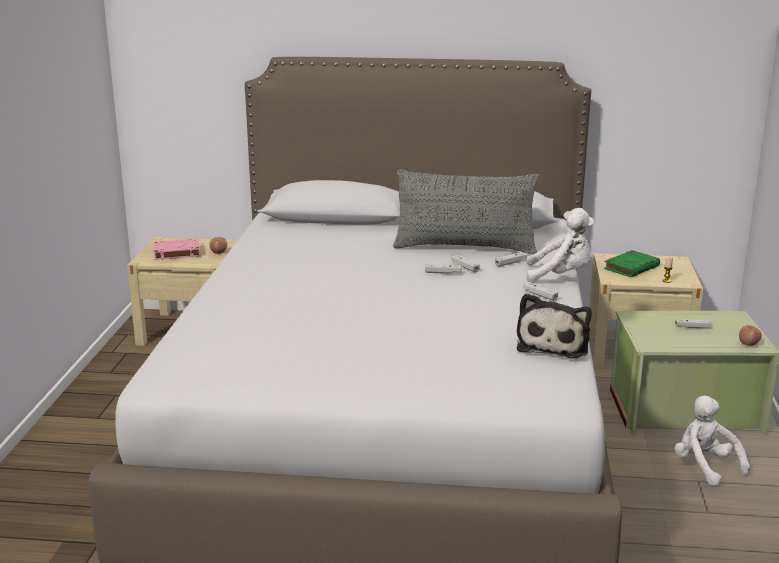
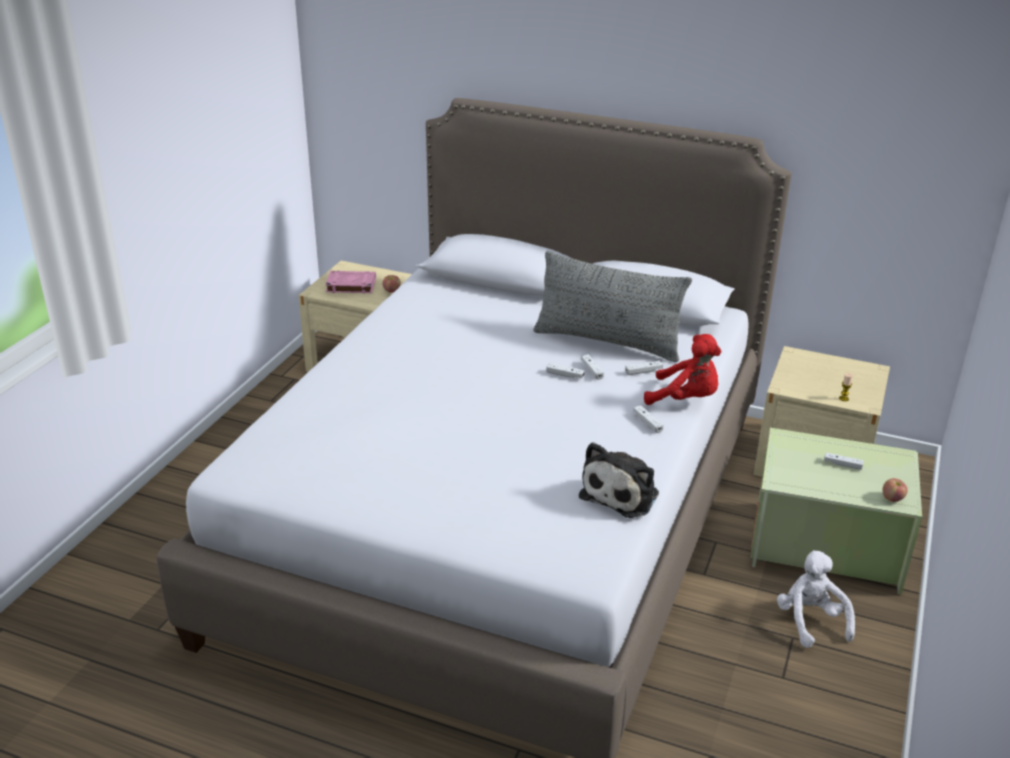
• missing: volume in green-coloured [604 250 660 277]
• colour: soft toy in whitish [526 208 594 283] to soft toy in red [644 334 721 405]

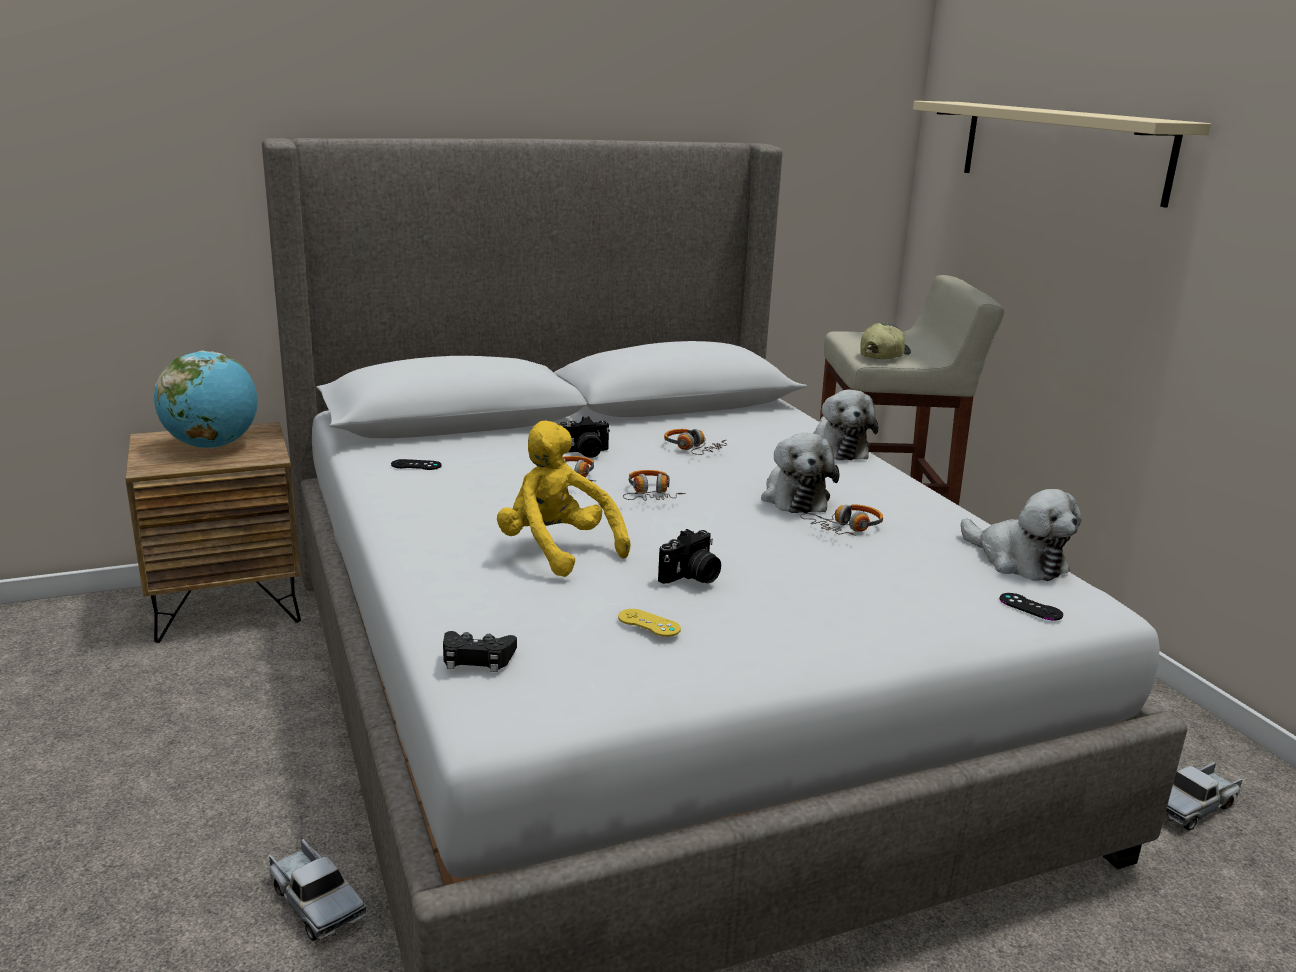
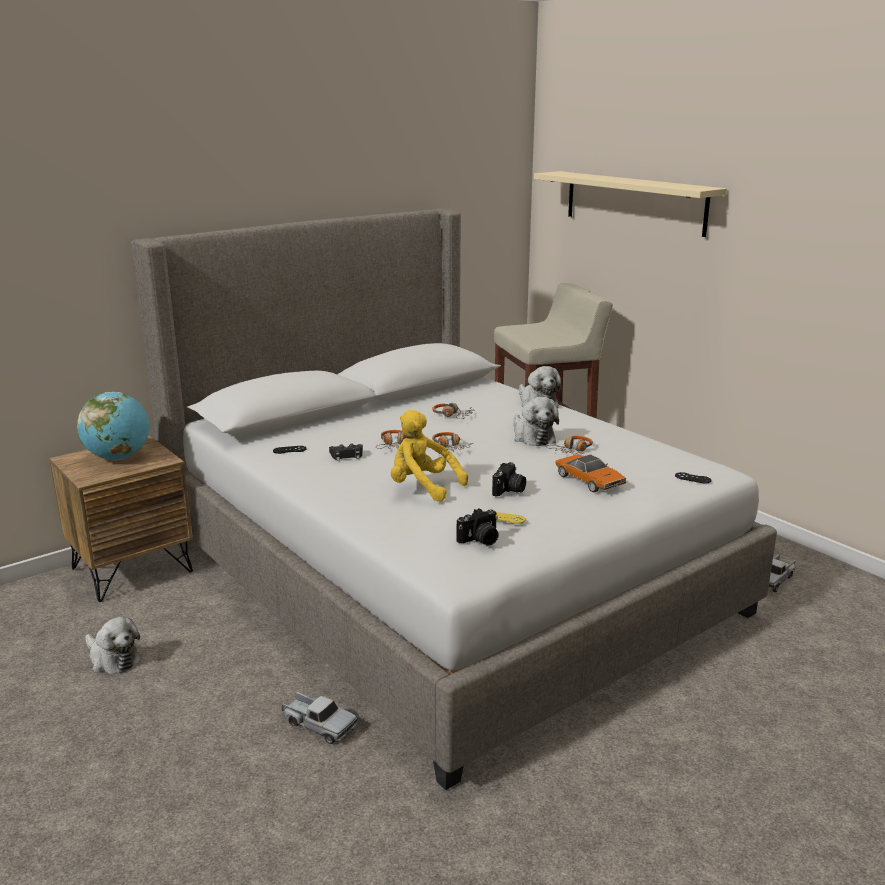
• missing: peaked cap [860 323 911 360]
• appeared: miniature car [555 454 626 492]
• relocated: joypad in black-coloured [443 631 517 672] to [329 443 363 461]
• relocated: photo camera [559 416 610 458] to [456 508 499 546]
• relocated: soft toy [961 489 1082 581] to [85 617 141 674]

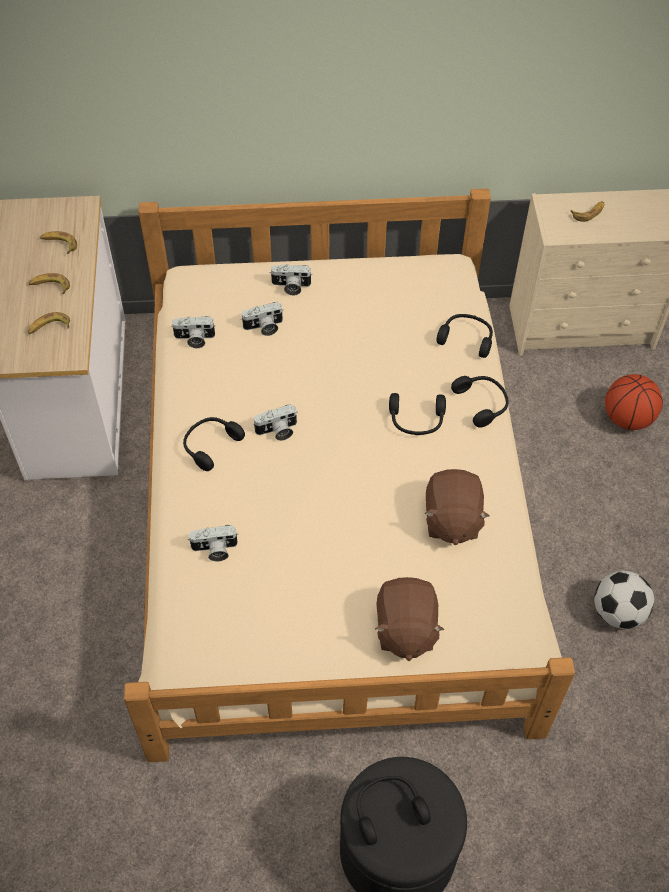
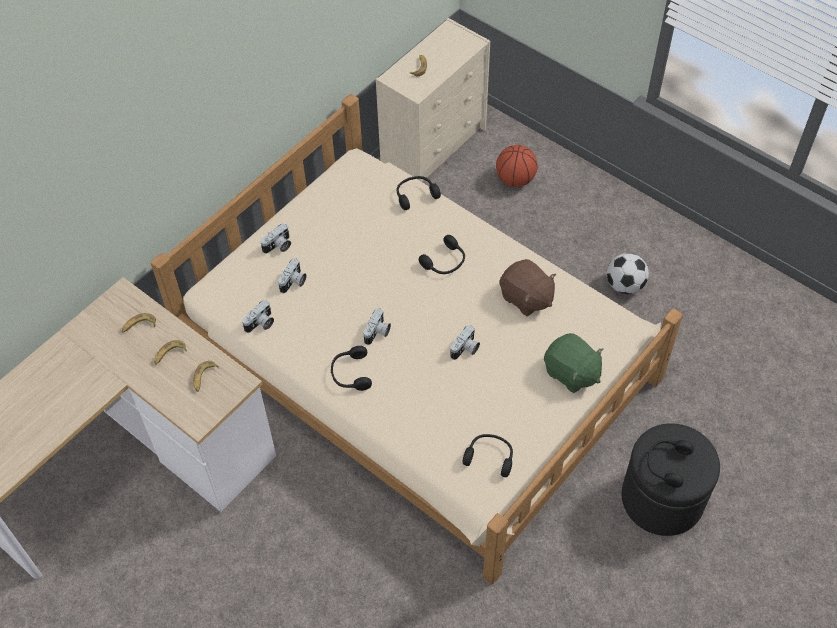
• relocated: photo camera [189 525 238 562] to [451 325 480 360]
• relocated: headphones in black-coloured [451 376 509 428] to [462 434 513 477]
• colour: soft toy in brown [375 577 444 661] to soft toy in green-coloured [544 333 604 393]

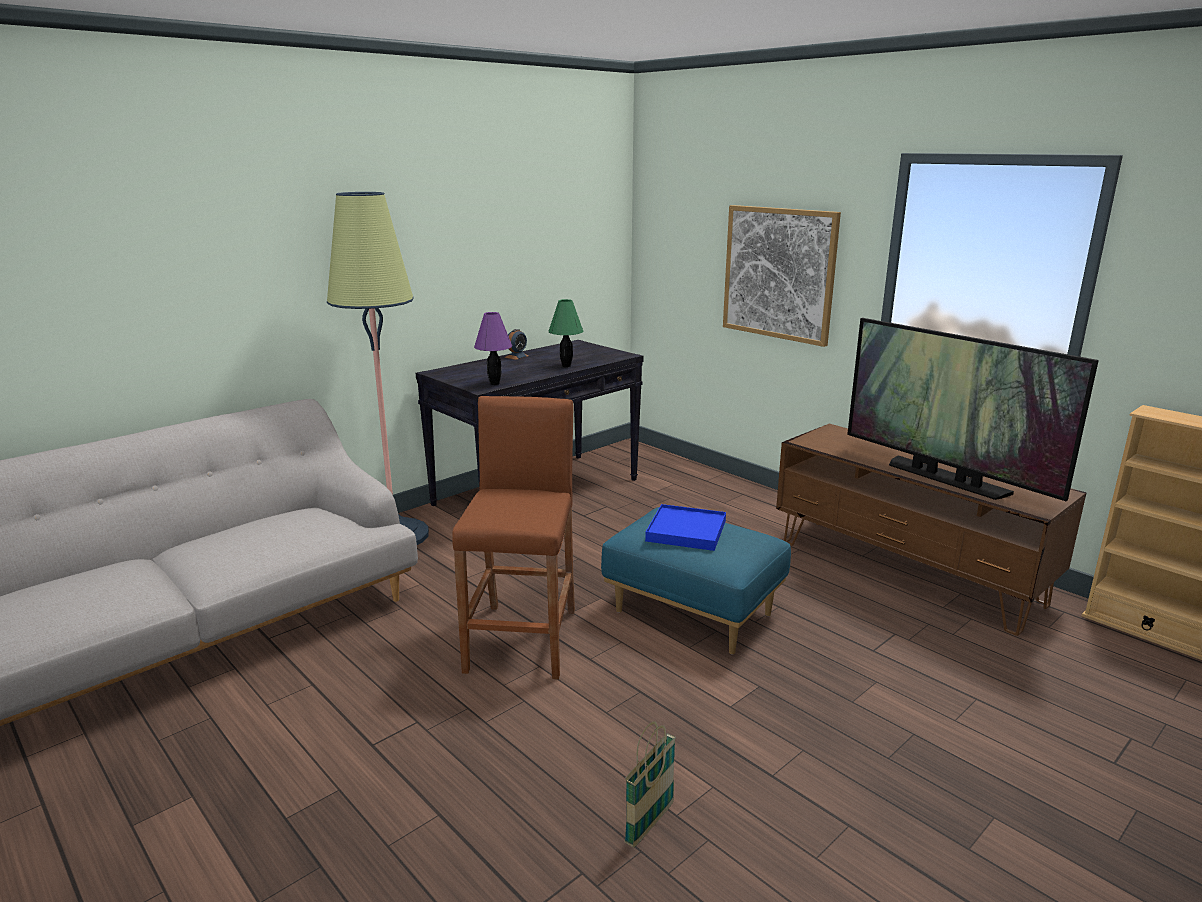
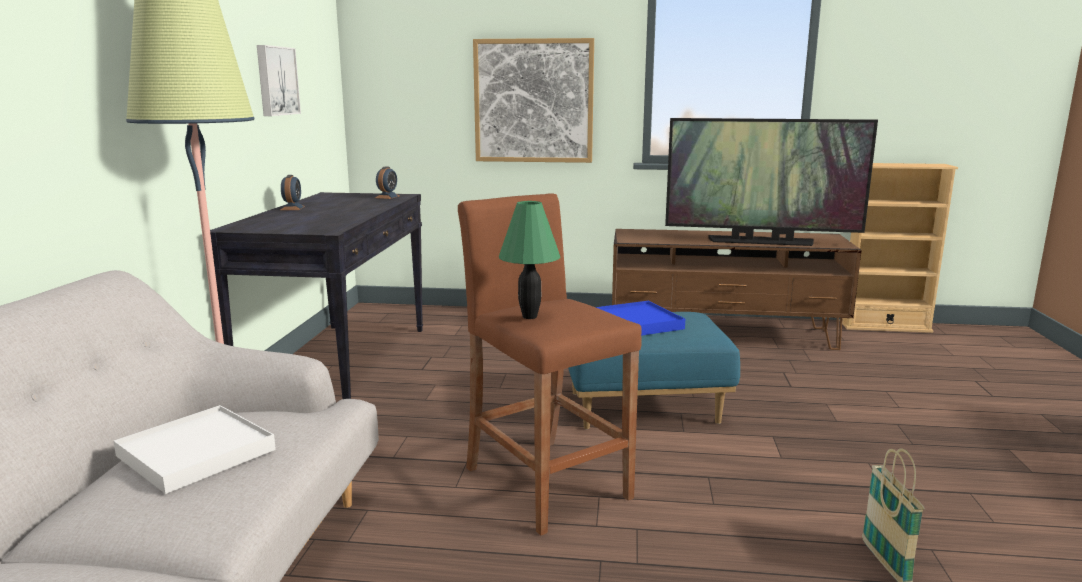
• missing: tabletop lamp in purple-coloured [474 312 512 385]
• appeared: carrying tray in whitish [113 405 276 494]
• appeared: picture [257 45 301 116]
• appeared: table clock [375 166 400 199]
• relocated: tabletop lamp in green-coloured [548 299 584 367] to [499 201 560 319]

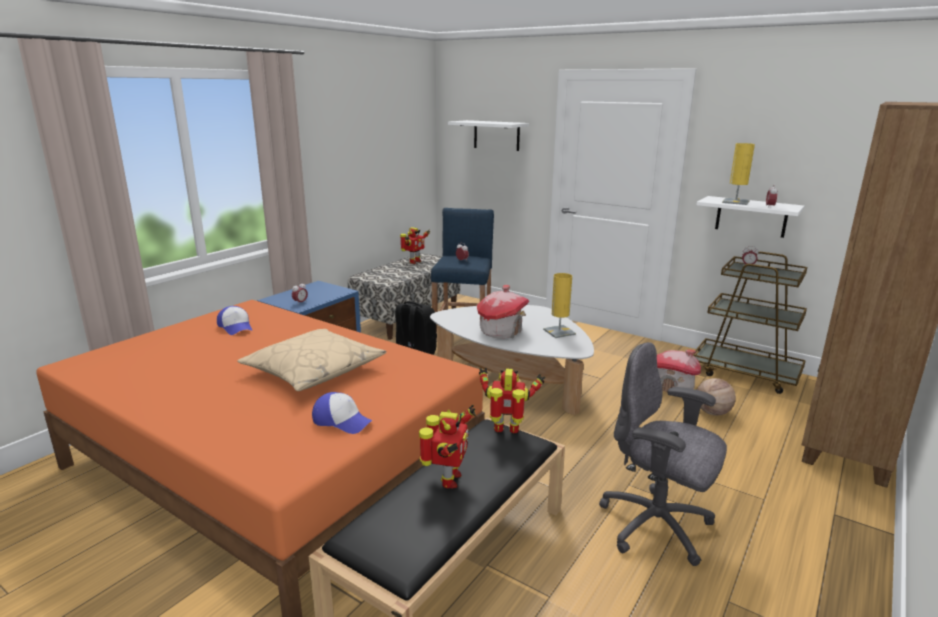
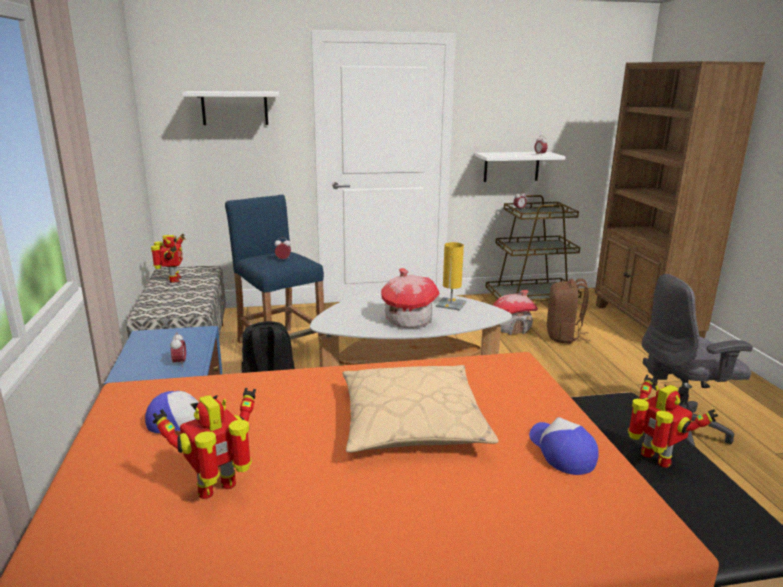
• missing: tabletop lamp in yellow-coloured [722 143 755 205]
• relocated: model robot [479 368 546 433] to [152 388 256 499]
• exchanged: ball for basketball [697 378 736 416] to backpack in brown [547 278 591 344]
• spun: peaked cap [312 392 373 434] = [529 417 599 475] 90 degrees counterclockwise

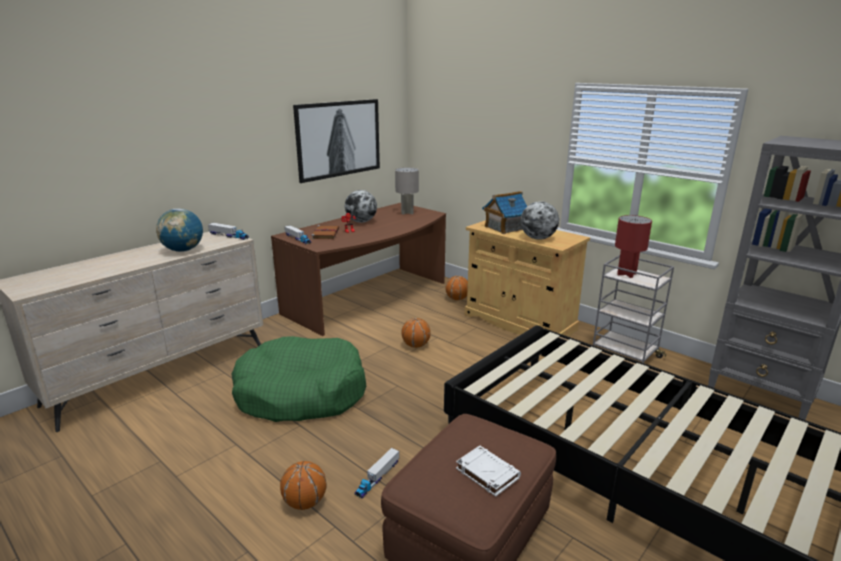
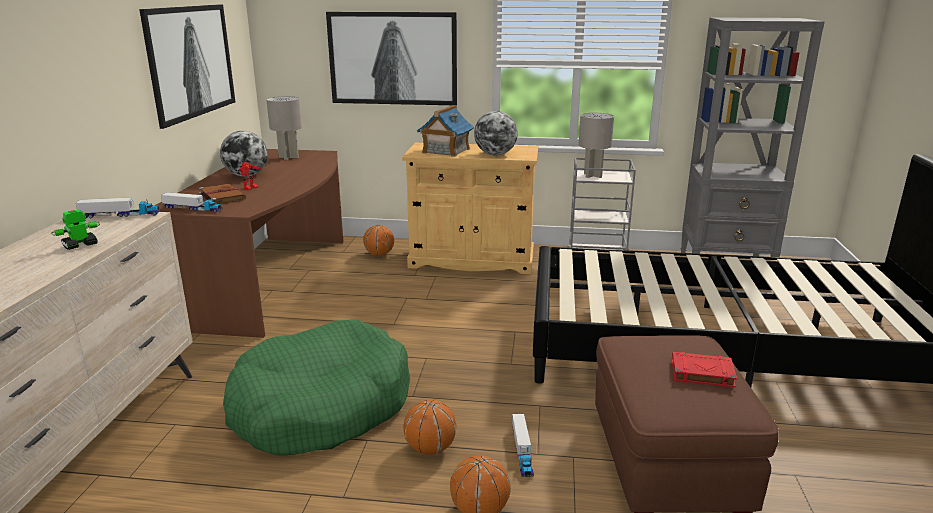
• appeared: picture [326 12 457 105]
• relocated: ball for basketball [402 318 431 348] to [403 399 456 455]
• exchanged: desk globe [156 208 203 252] to model robot [51 209 100 250]
• colour: volume in whitish [456 446 521 497] to volume in red [672 352 737 387]
• colour: tabletop lamp in red [615 215 652 278] to tabletop lamp in grey [579 113 614 178]

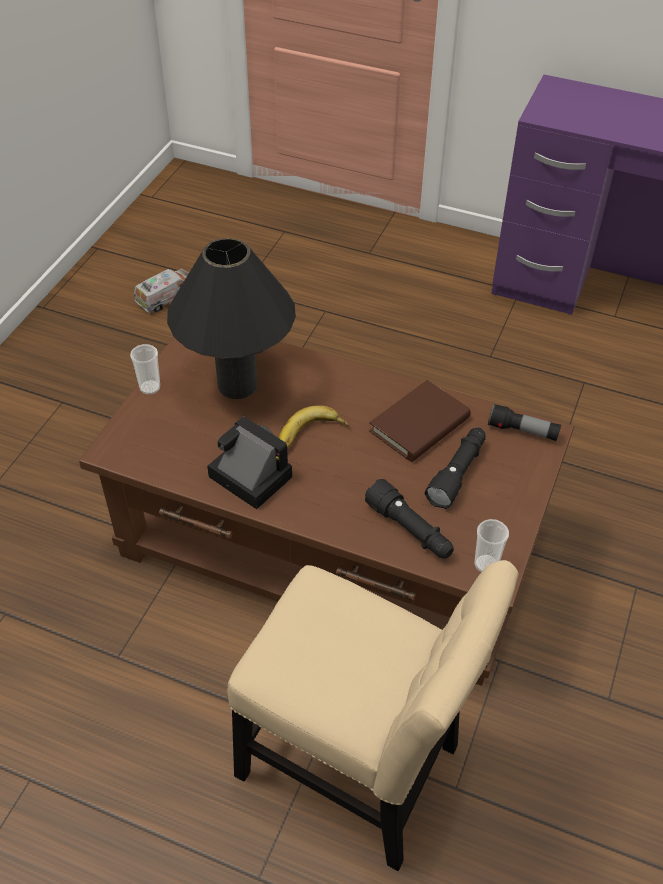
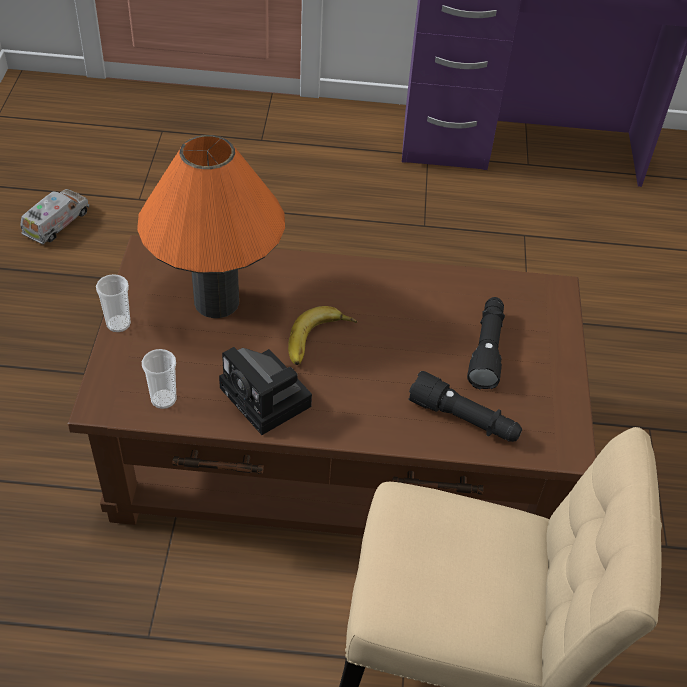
• missing: volume in brown [369 380 471 462]
• missing: flashlight [488 403 561 441]
• relocated: drinking cup [475 519 509 572] to [142 349 177 409]
• colour: tabletop lamp in black-coloured [167 238 296 399] to tabletop lamp in orangey [137 135 285 318]
• spun: photo camera [207 416 292 509] = [219 347 312 435] 150 degrees counterclockwise

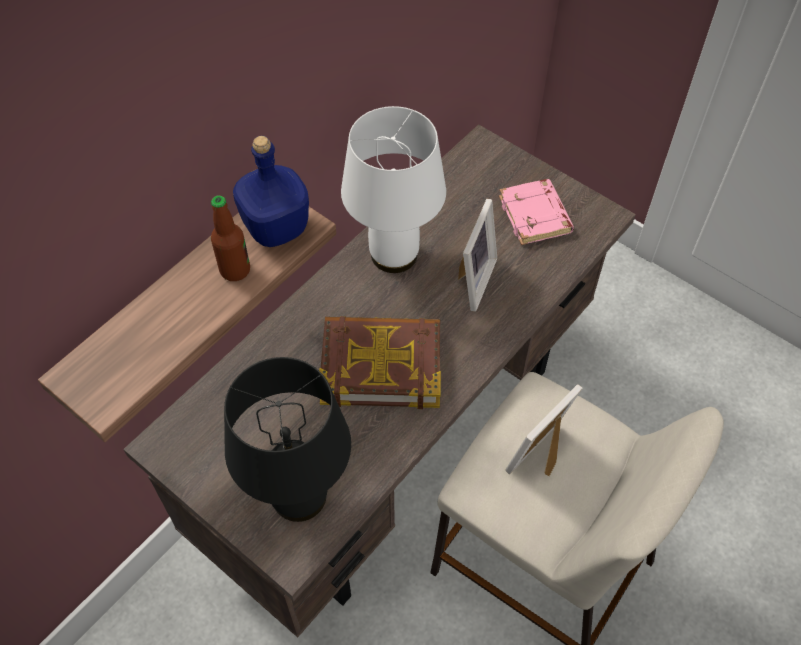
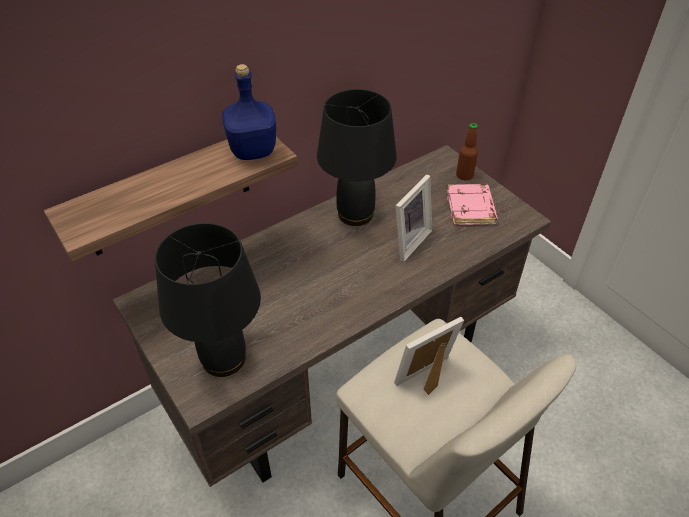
• missing: volume [319 316 441 409]
• relocated: bottle [211 195 250 281] to [456 123 478 180]
• colour: tabletop lamp in whitish [341 106 446 273] to tabletop lamp in black-coloured [317 89 397 226]

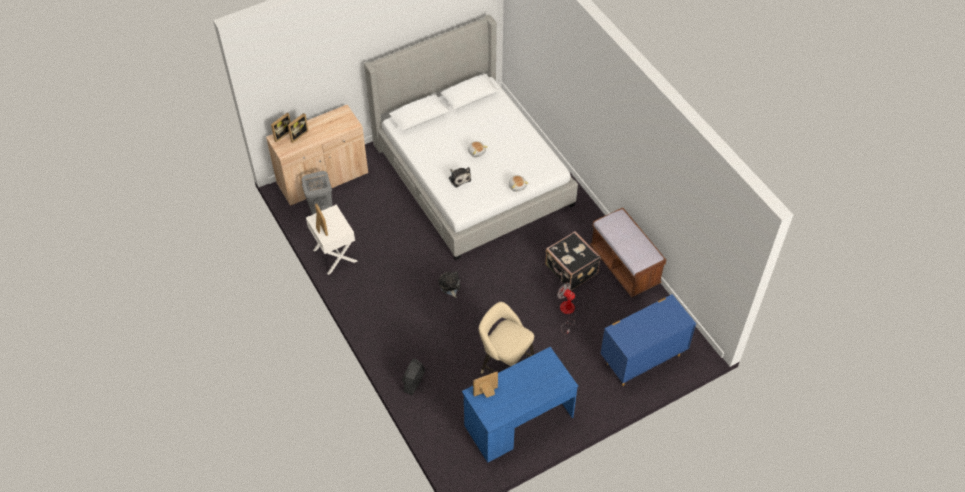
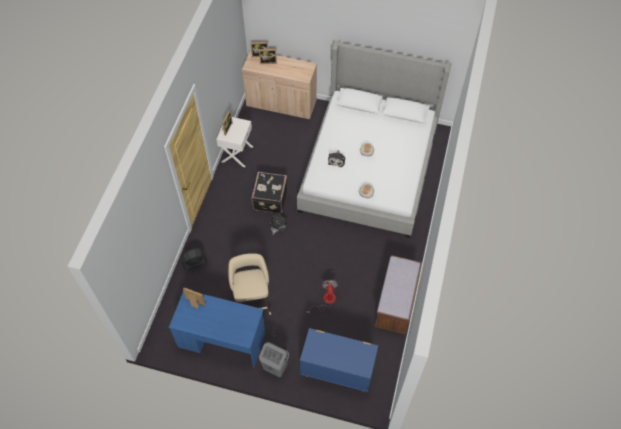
• relocated: washing basket in grey [302 171 332 215] to [259 342 289 377]
• relocated: travel case in black-coloured [545 231 601 290] to [251 172 287 213]

